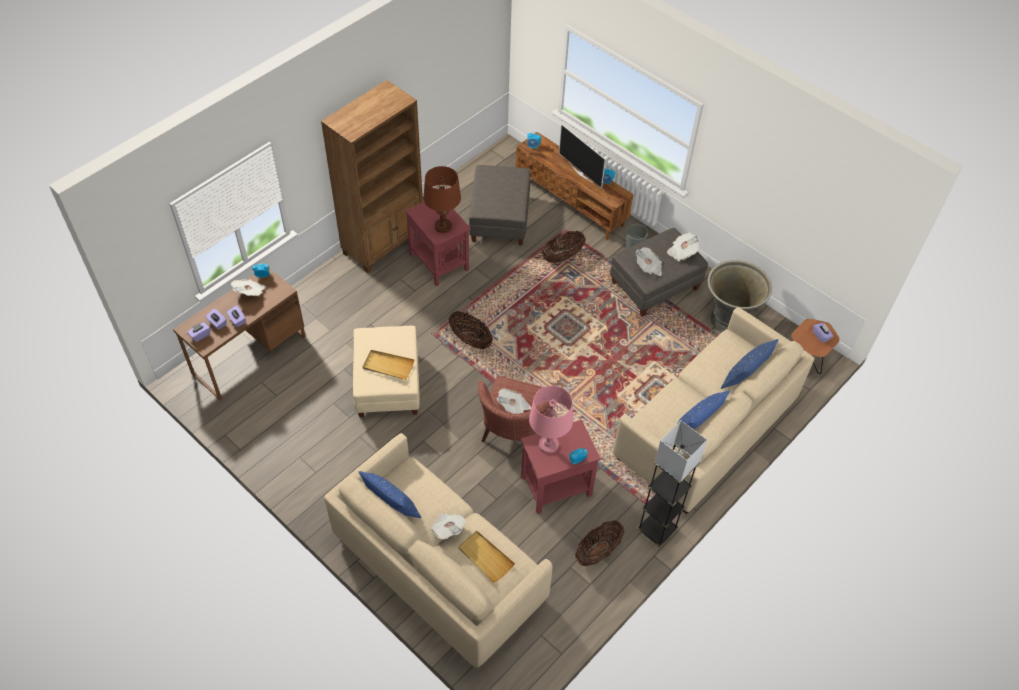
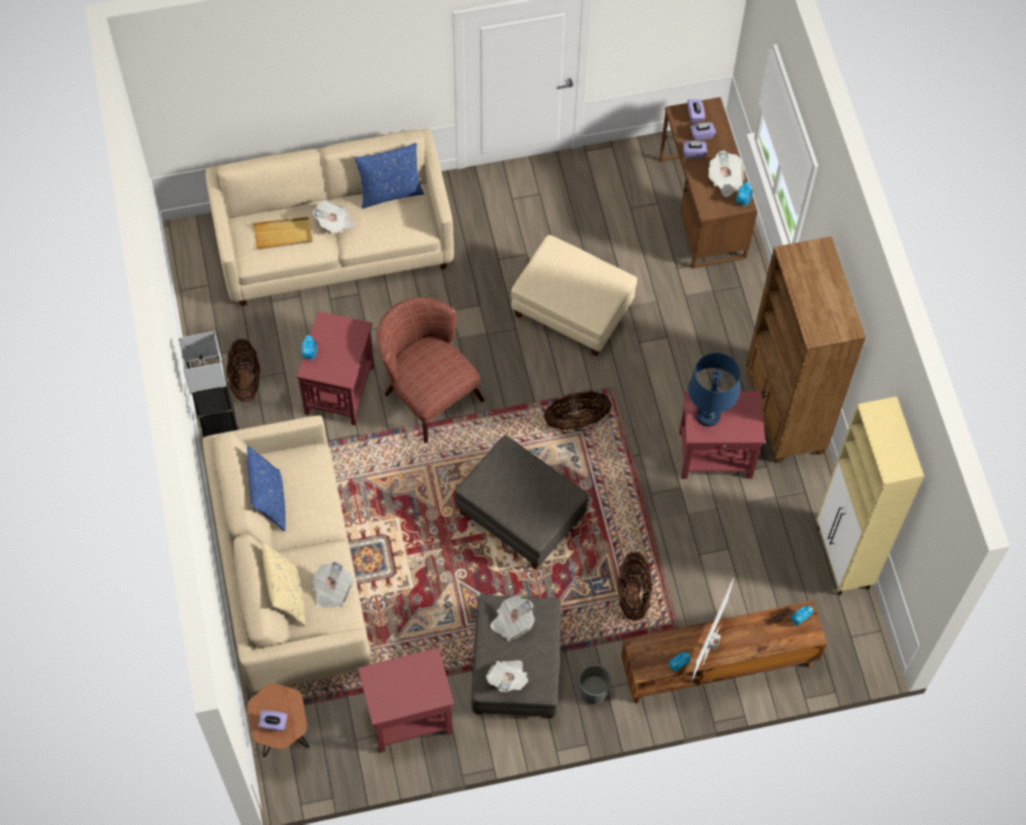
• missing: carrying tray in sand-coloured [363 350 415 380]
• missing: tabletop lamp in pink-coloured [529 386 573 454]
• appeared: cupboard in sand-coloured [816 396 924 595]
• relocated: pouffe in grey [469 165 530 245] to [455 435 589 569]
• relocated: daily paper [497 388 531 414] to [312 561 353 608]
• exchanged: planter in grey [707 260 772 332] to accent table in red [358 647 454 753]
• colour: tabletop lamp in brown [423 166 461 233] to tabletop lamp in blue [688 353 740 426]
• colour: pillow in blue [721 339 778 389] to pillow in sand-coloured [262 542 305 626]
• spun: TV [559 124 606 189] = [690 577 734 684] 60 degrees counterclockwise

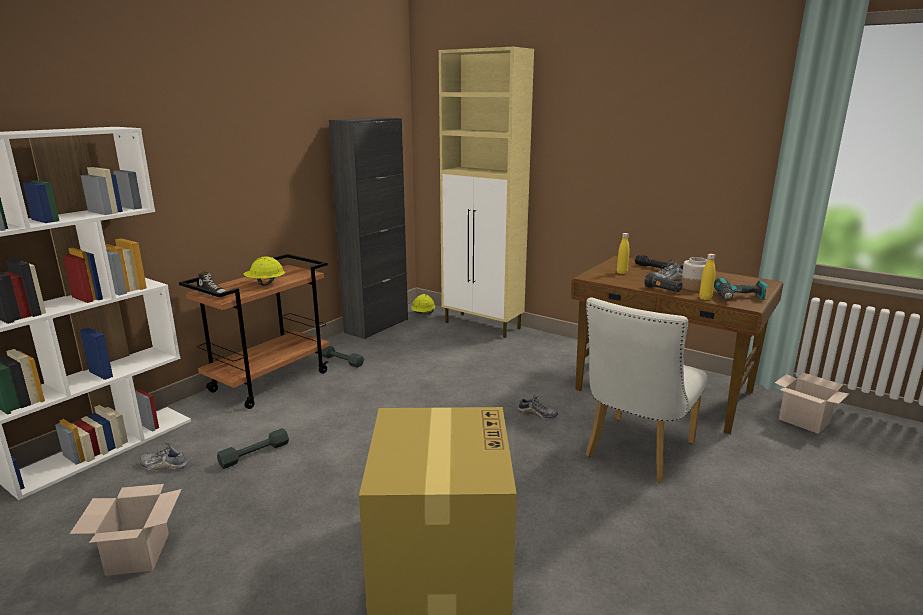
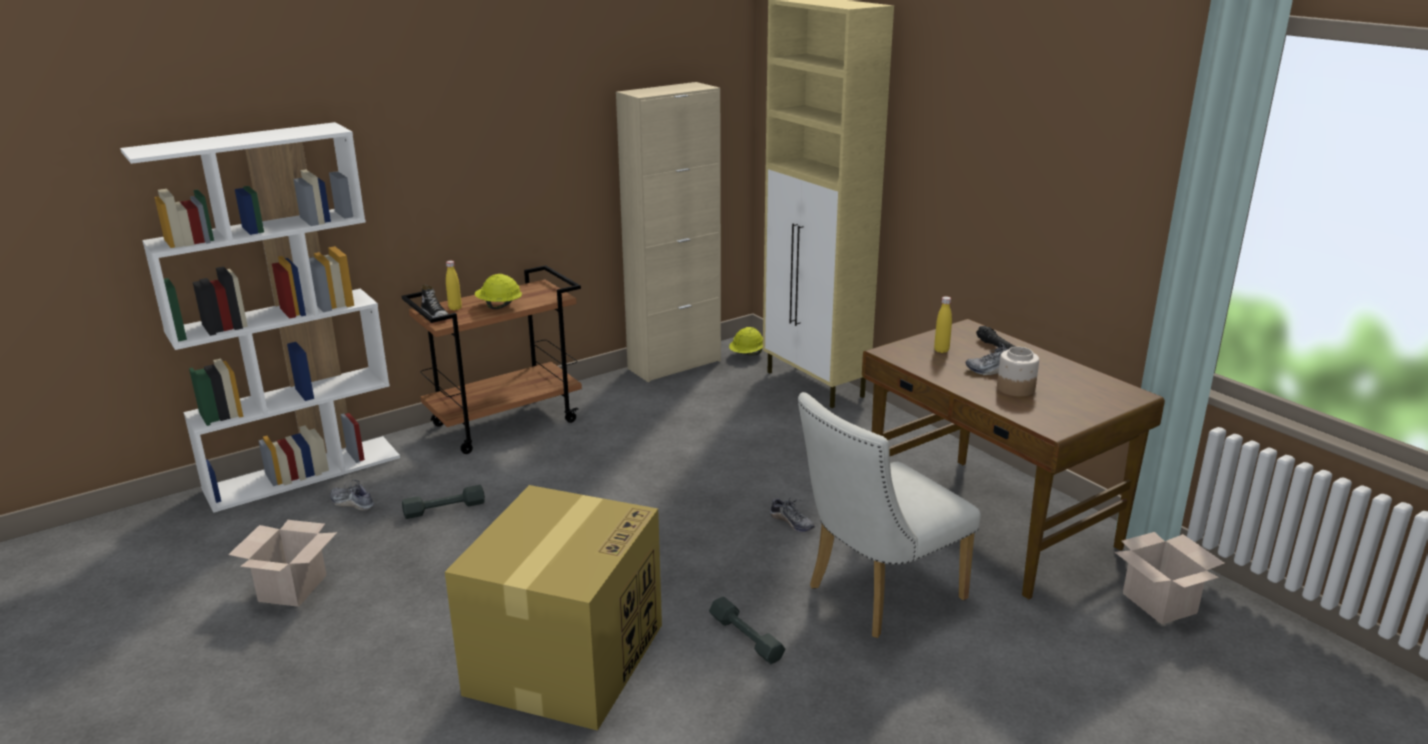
• missing: flashlight in black-coloured [644 273 683 293]
• missing: drill [714 278 768 300]
• relocated: hand weight in grey [322 346 364 368] to [709 596 785 664]
• relocated: bottle in yellow-coloured [699 254 715 300] to [446 261 462 310]
• colour: cupboard in black-coloured [329 117 408 339] to cupboard in sand-coloured [616 82 721 382]

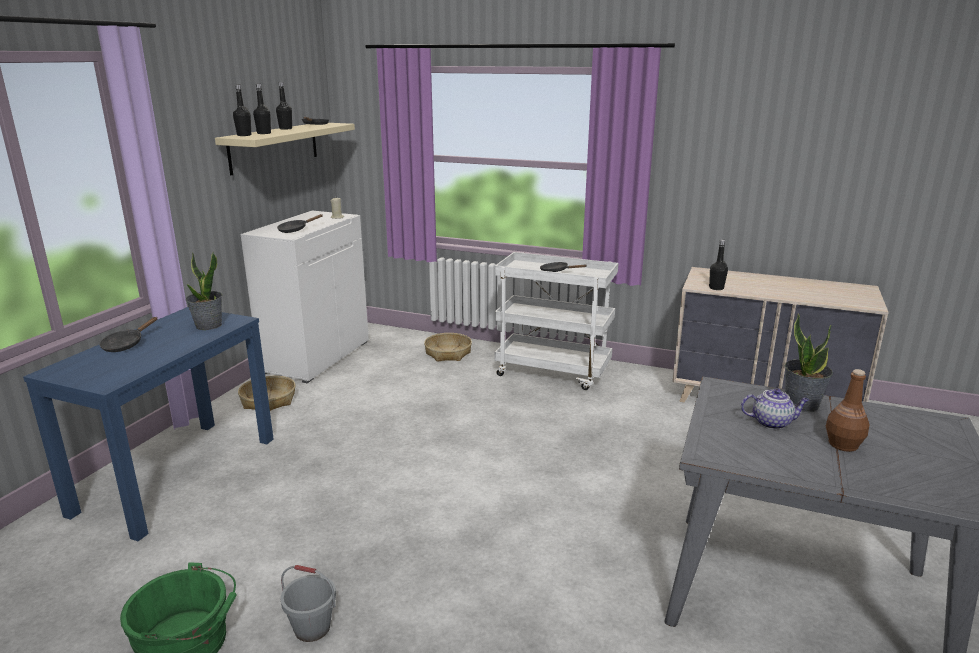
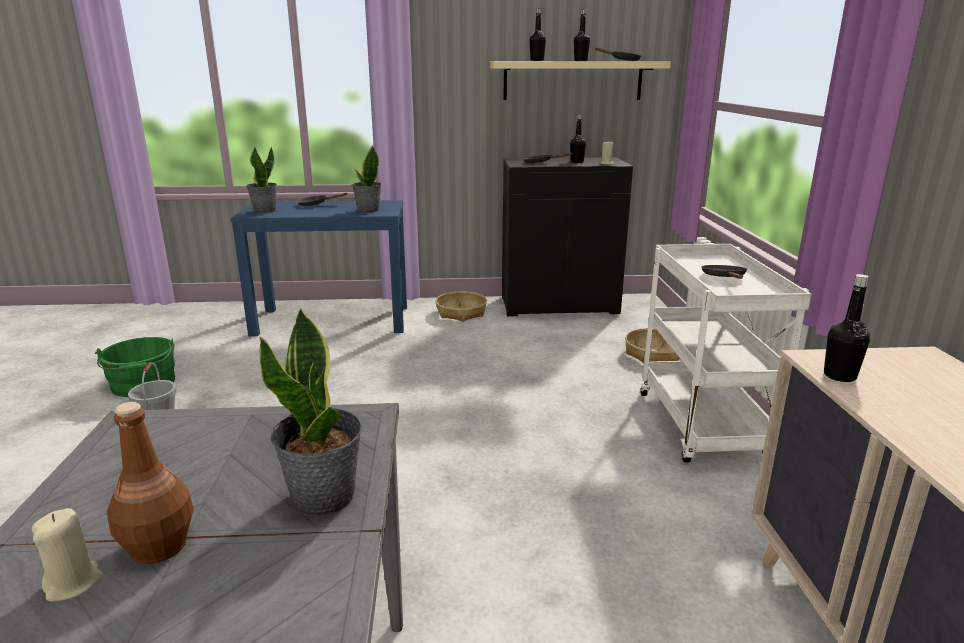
• missing: tea pot [741 388 809 429]
• appeared: wax light in sand-coloured [32 508 103 602]
• appeared: plant in a pot [246 147 277 214]
• relocated: bottle in black-coloured [233 84 251 136] to [570 114 586 163]
• colour: cupboard in whitish [241 211 369 383] to cupboard in black-coloured [502 157 633 316]

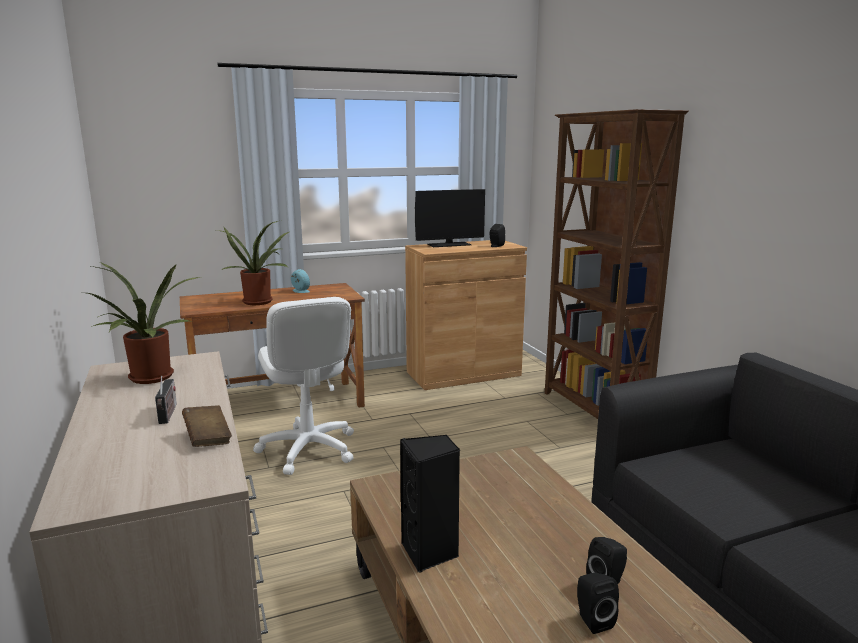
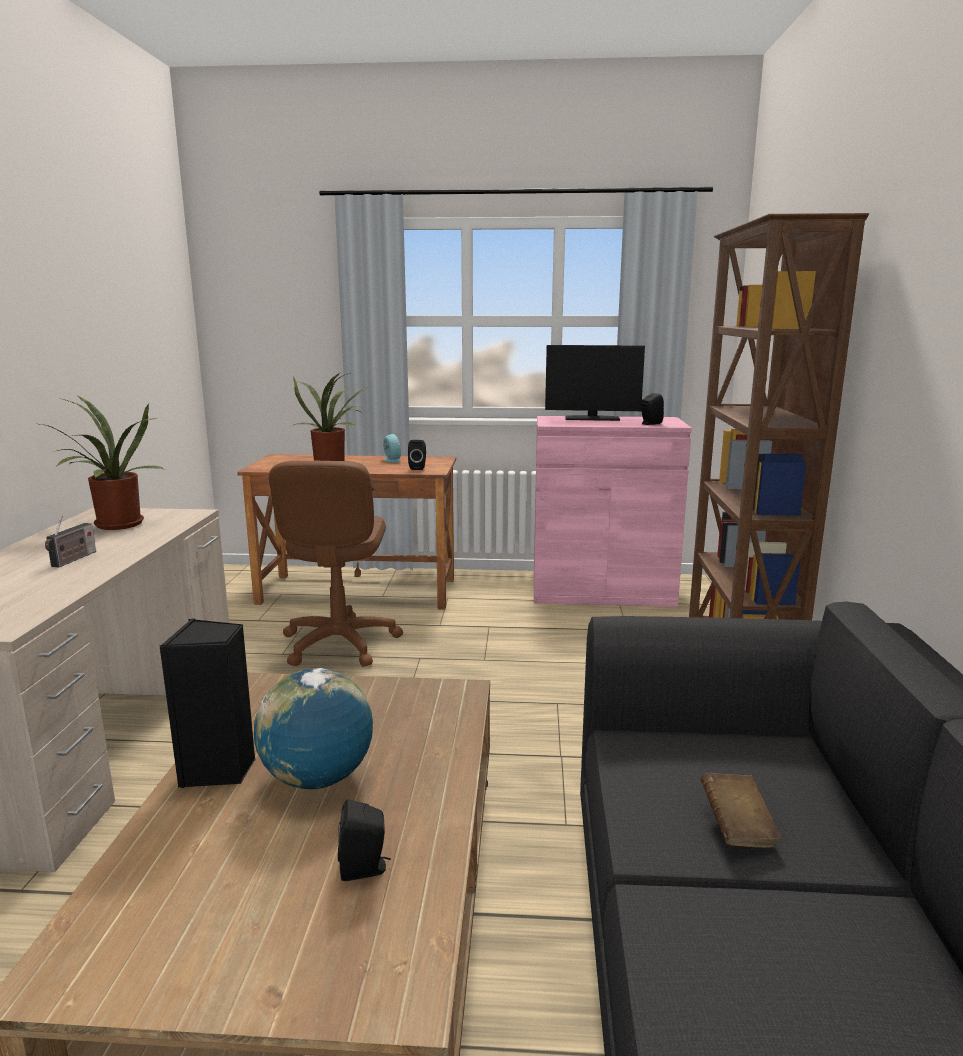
• appeared: desk globe [254 668 373 789]
• relocated: volume in brown [182 405 232 447] to [701 773 781 848]
• relocated: speaker in black-coloured [577 573 619 634] to [408 440 426 470]
• colour: office chair in whitish [253 297 354 475] to office chair in brown [269 461 403 667]
• colour: cupboard in brown [405 240 527 390] to cupboard in pink-coloured [534 416 692 607]

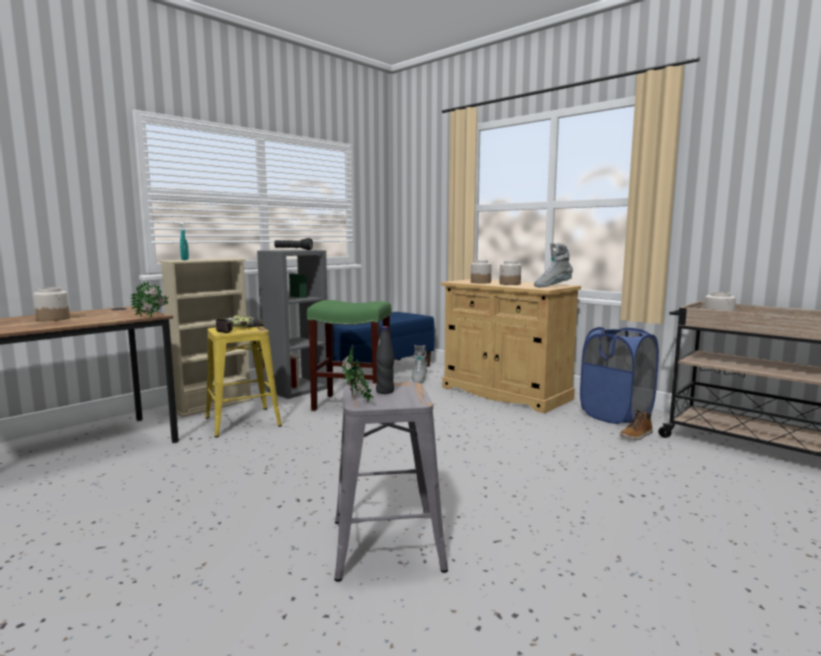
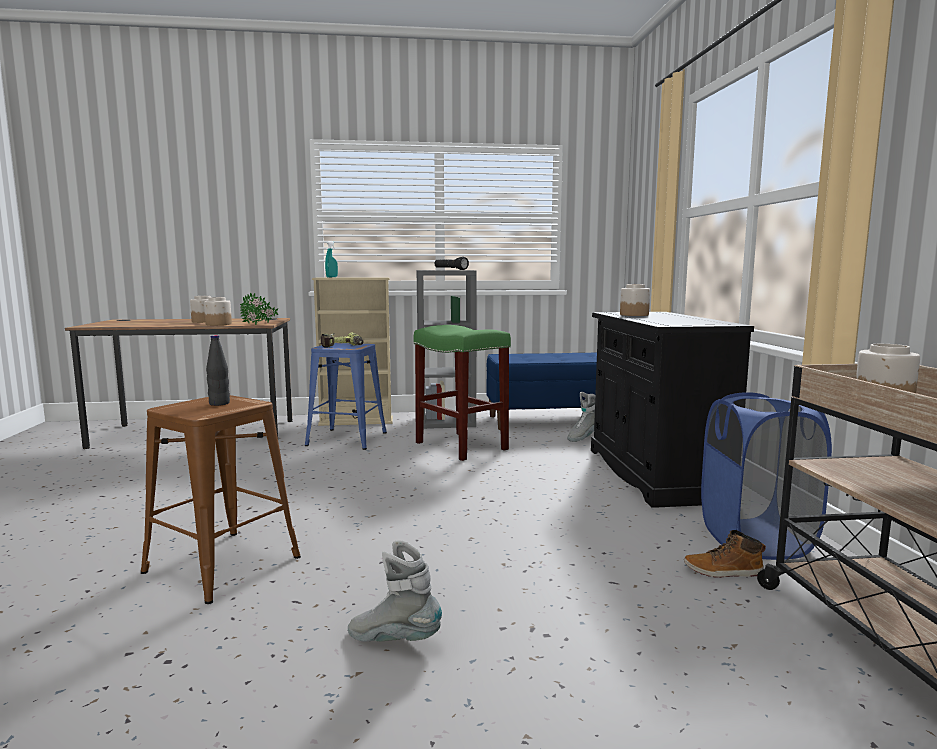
• missing: plant in a pot [342 344 374 402]
• relocated: jar [499 261 521 285] to [204 297 232 325]
• relocated: boot in grey [534 243 573 287] to [348 540 442 642]
• colour: stool in yellow-coloured [205 326 282 437] to stool in blue [305 343 387 450]
• colour: stool in grey [334 382 448 582] to stool in brown [141 395 301 604]
• colour: cupboard in sand-coloured [441 279 581 413] to cupboard in black-coloured [591 312 754 508]

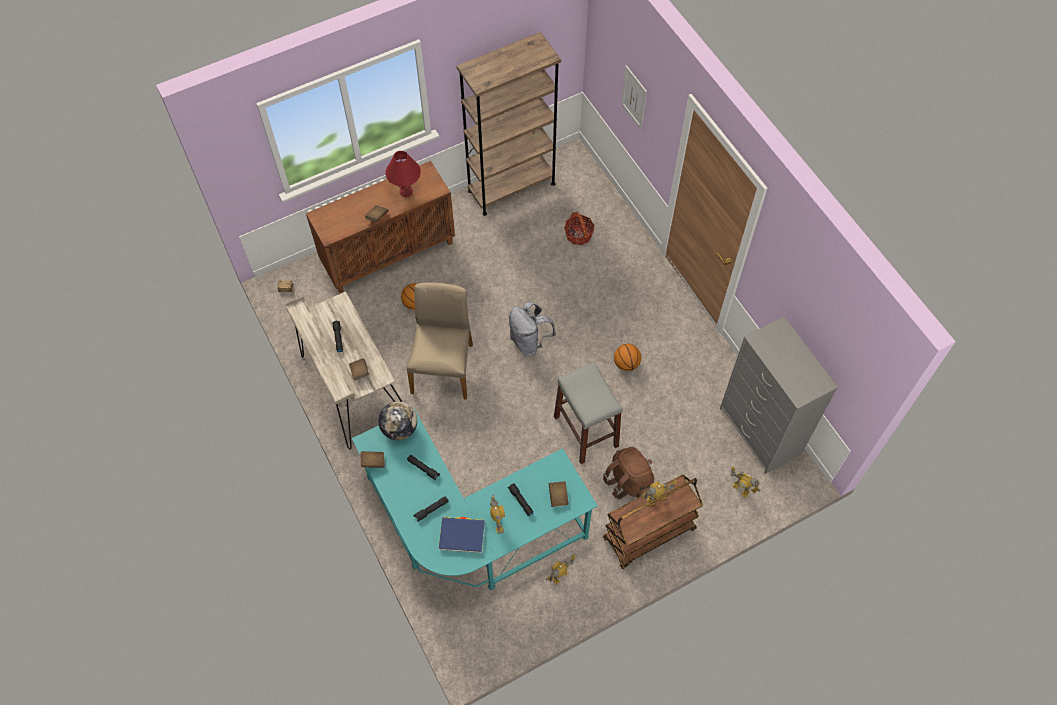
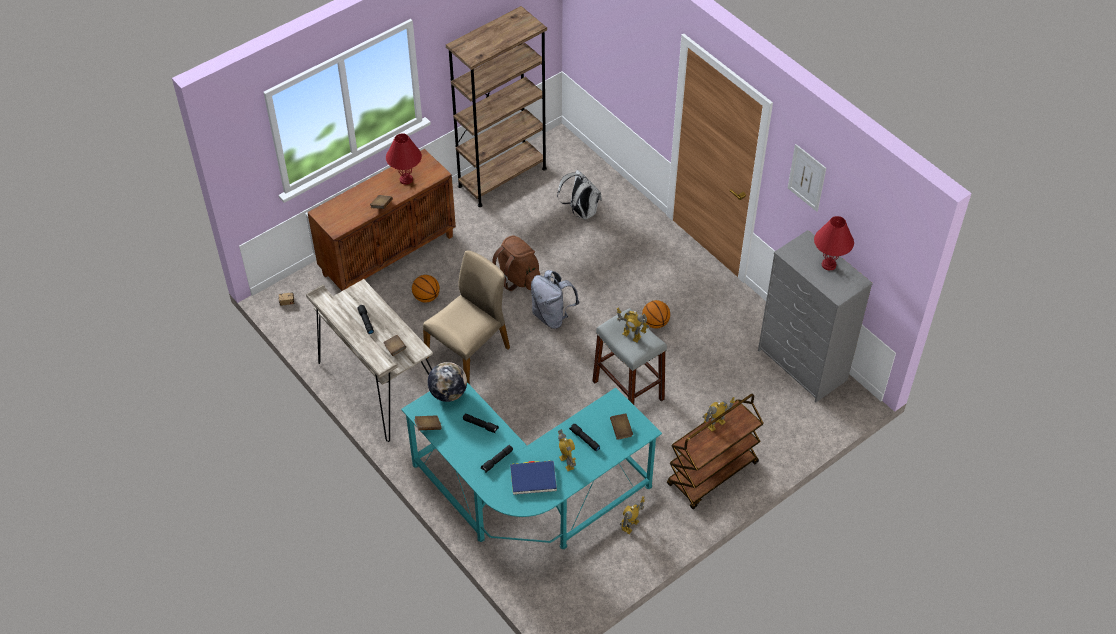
• appeared: tabletop lamp in red [814 216 854 271]
• relocated: backpack in brown [603 447 654 499] to [492 235 540 291]
• relocated: picture [621 65 647 130] to [788 144 826 212]
• relocated: model robot [731 466 760 498] to [617 308 649 342]
• exchanged: storage basket [564 212 595 245] to backpack in whitish [557 170 602 220]
• spun: chair in sand-coloured [407 282 473 400] = [423 250 510 384] 45 degrees clockwise

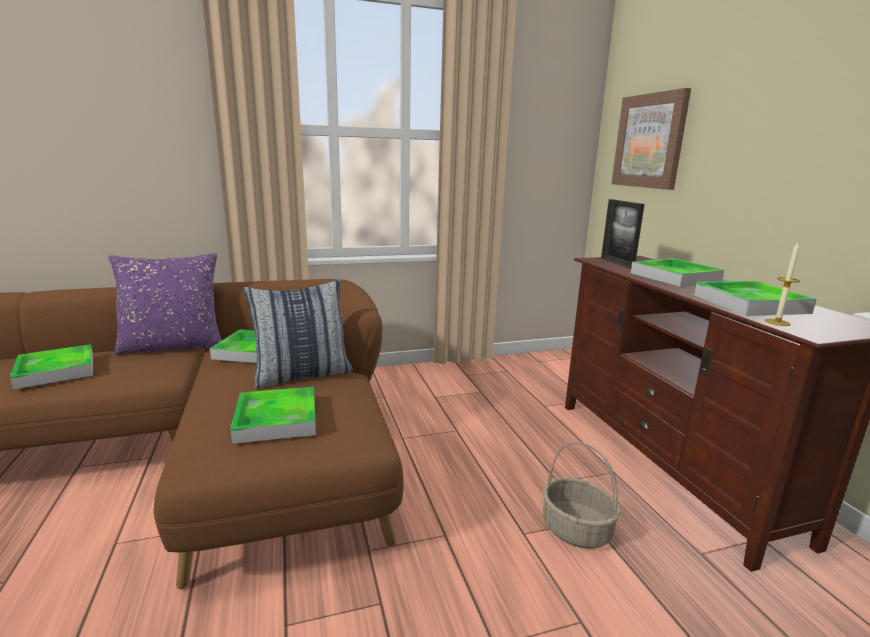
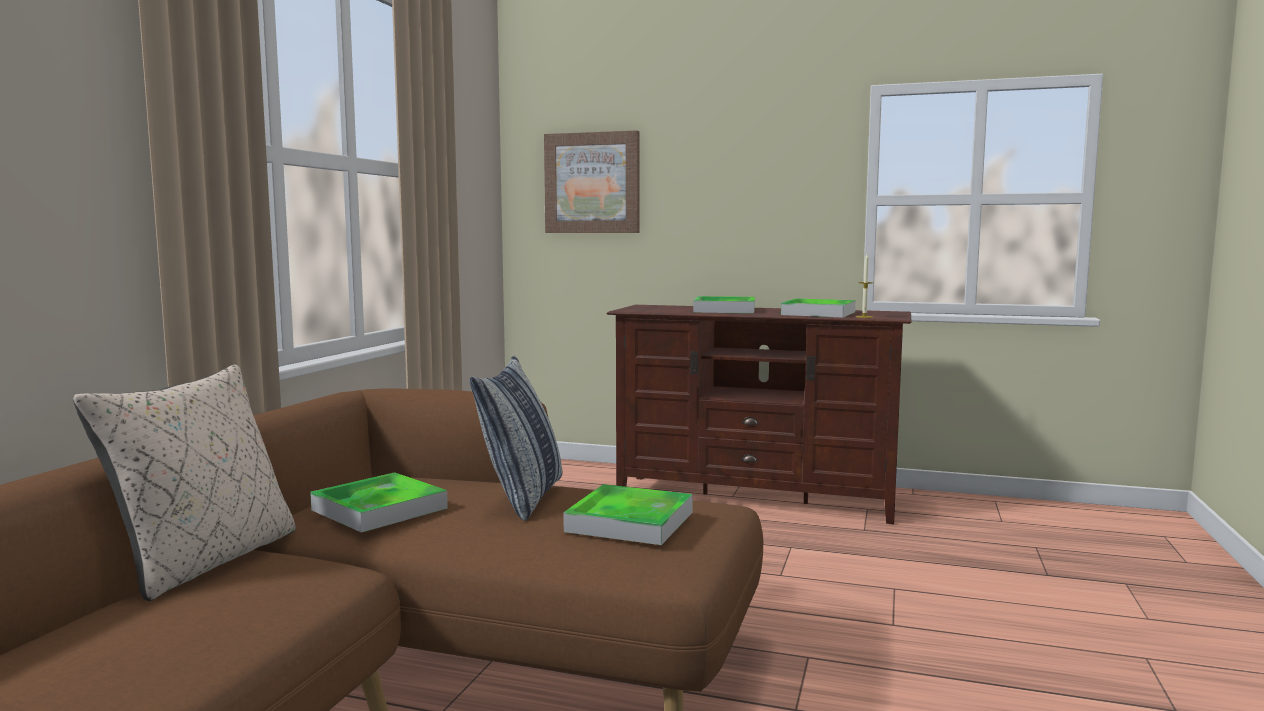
• missing: carrying tray [10 344 93 389]
• missing: storage basket [543 442 621 549]
• missing: photo frame [601 199 644 269]
• colour: pillow in purple-coloured [109 253 222 355] to pillow in sand-coloured [73 365 295 601]

